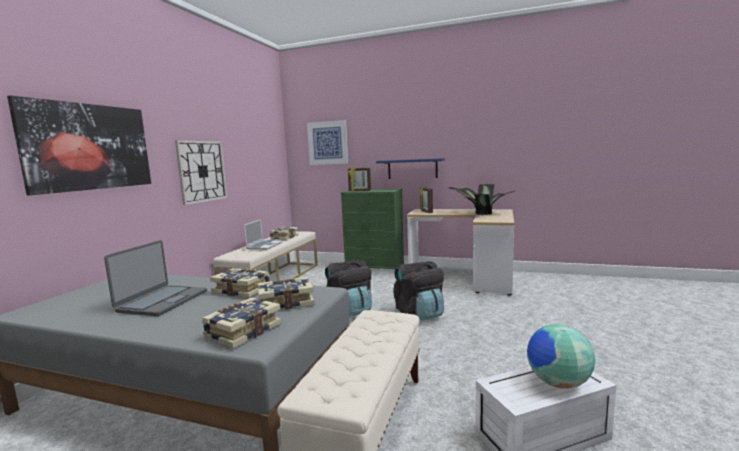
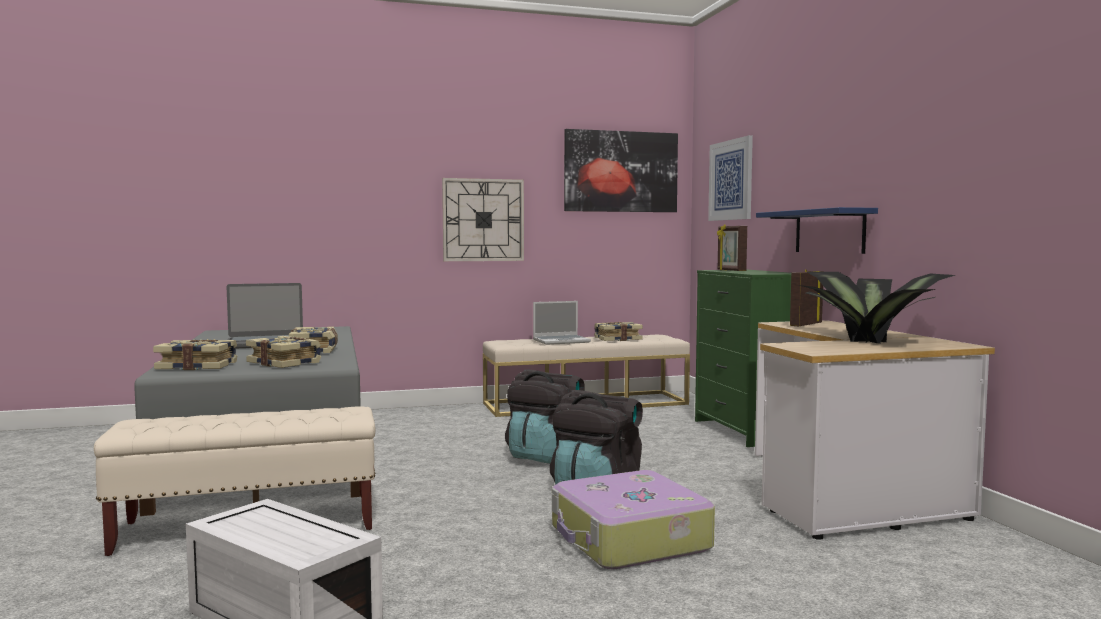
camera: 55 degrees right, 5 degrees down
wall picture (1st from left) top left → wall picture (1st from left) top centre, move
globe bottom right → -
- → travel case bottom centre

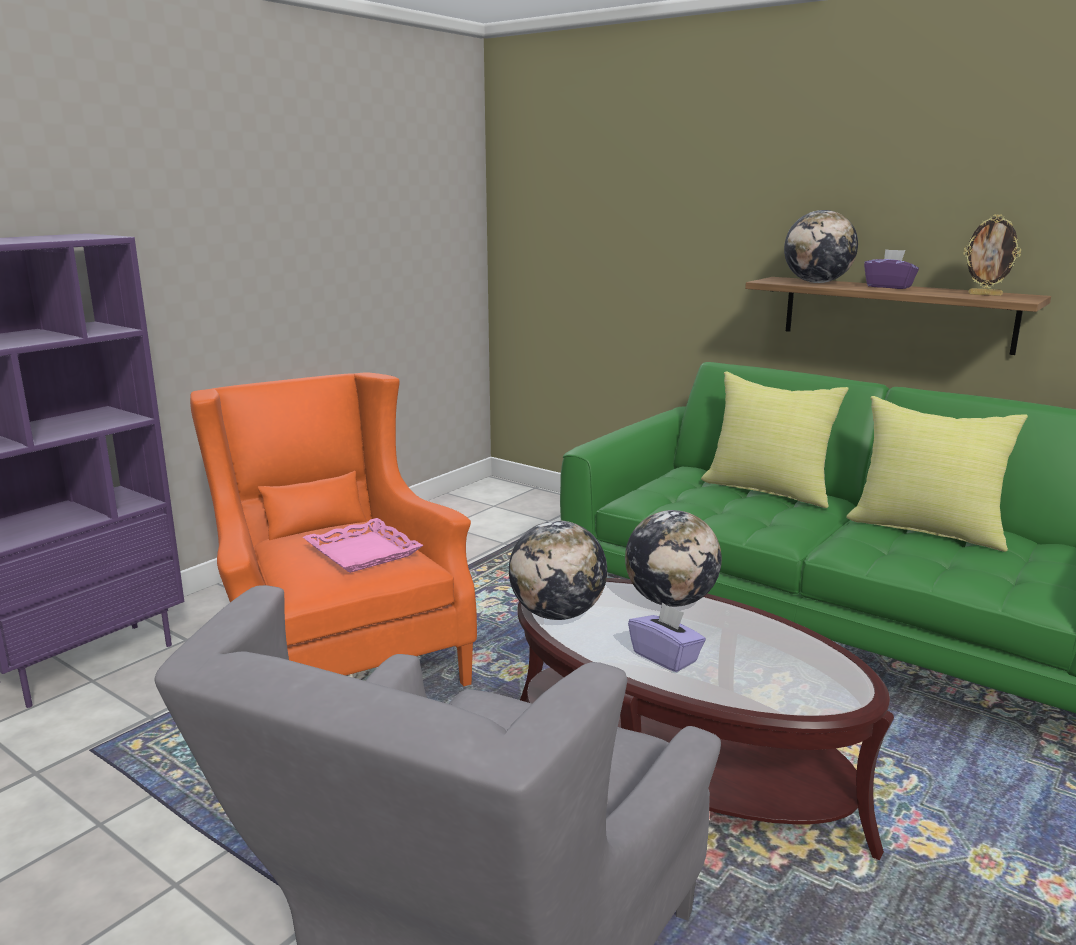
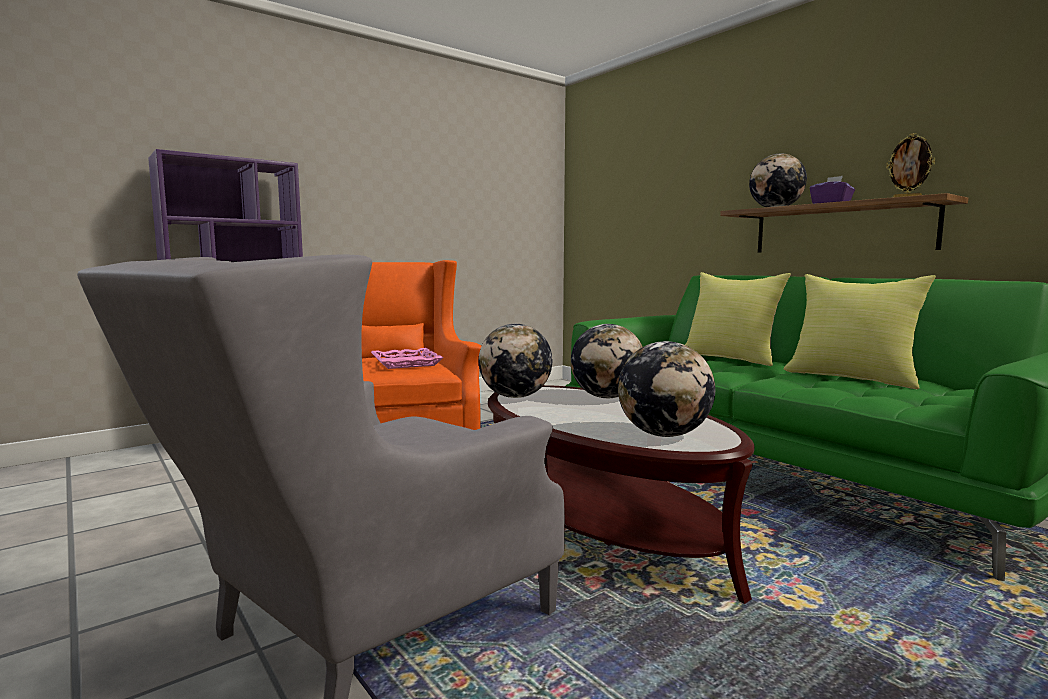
camera: 15 degrees right, 10 degrees down
tissue box (purple-coloured) (1st from left) bottom centre → -
- → globe (3rd from left) centre

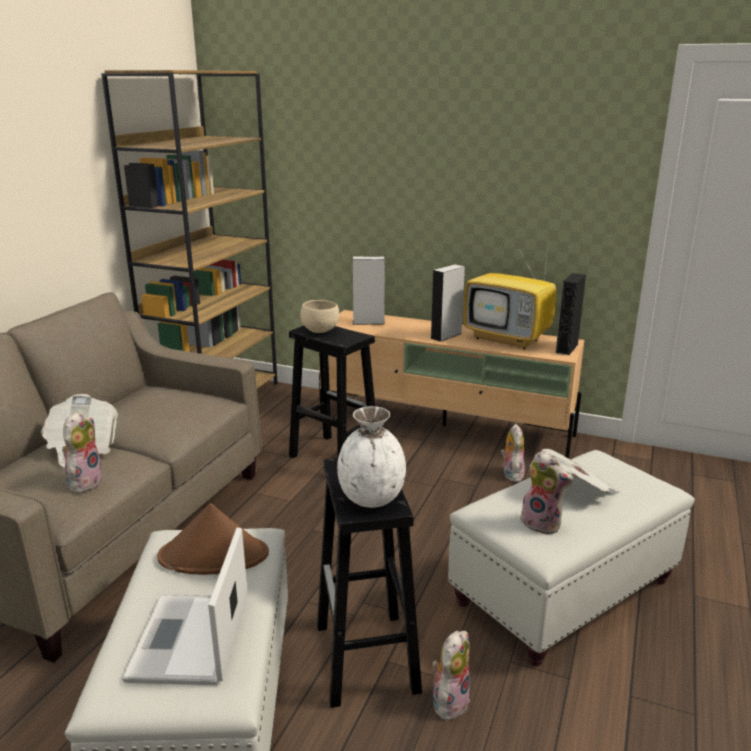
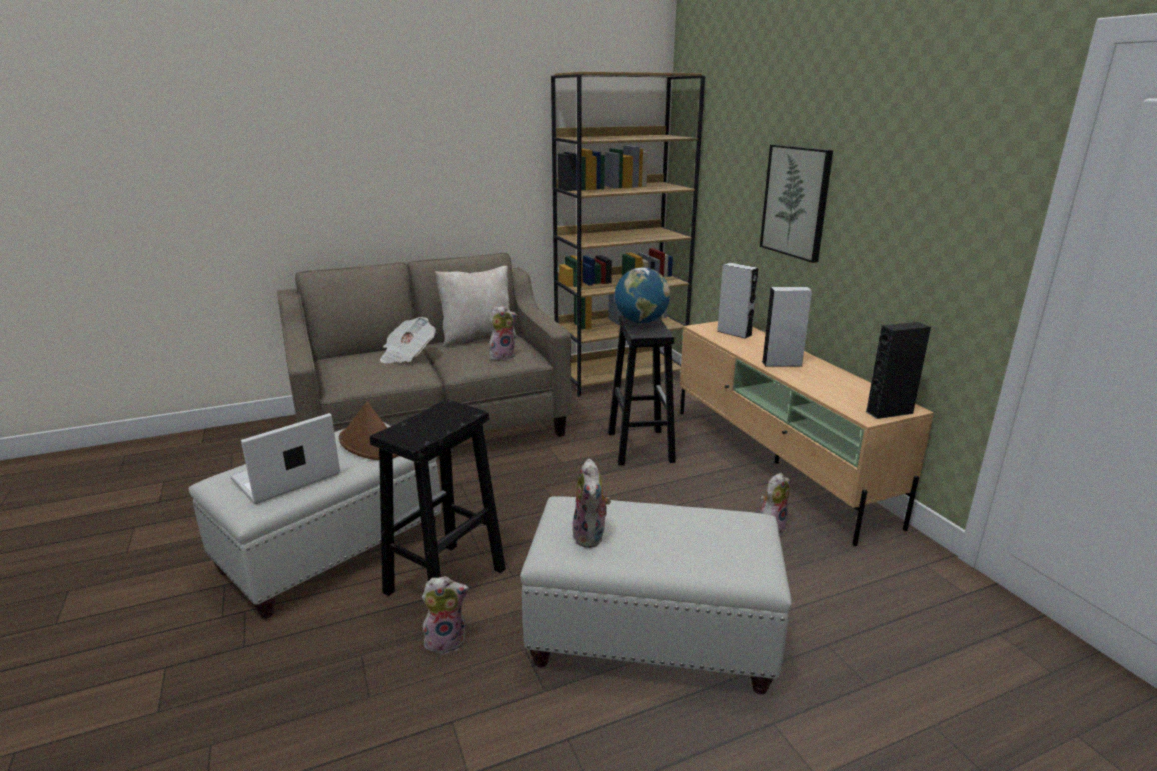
camera: 45 degrees right, 0 degrees up
television middle right → -
bowl (beige-coloured) centre → globe centre
vase (white) centre → -
soft toy (1st from left in the first image) middle left → soft toy (2nd from left) centre, move
printed paper (2nd from left) middle right → -
- → wall picture top right
- → throw pillow (beige-coloured) centre

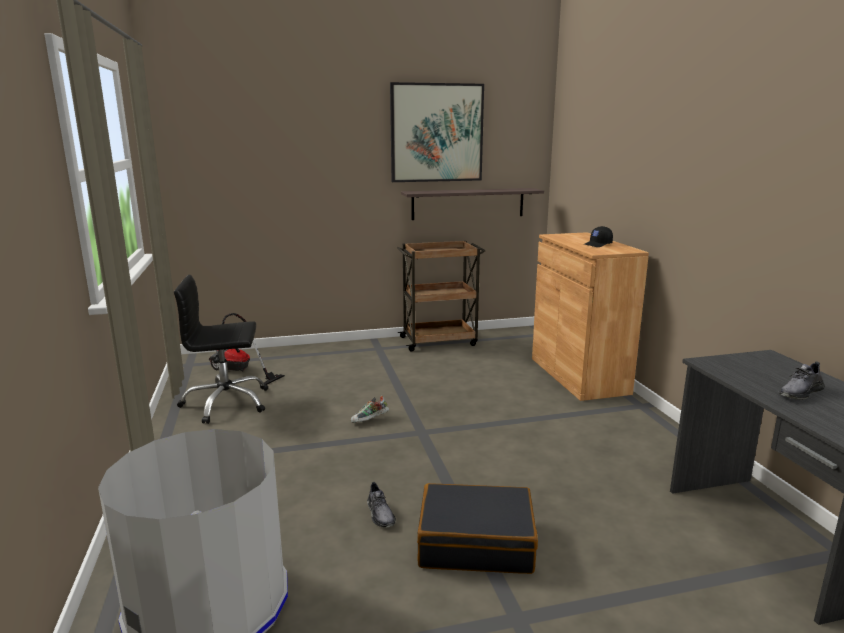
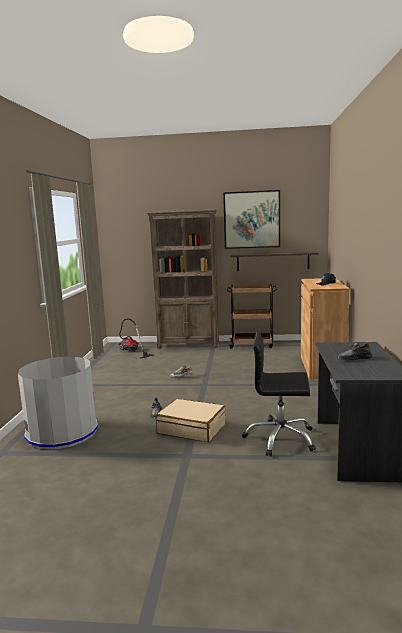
camera: 20 degrees right, 5 degrees down
office chair (black-coloured) middle left → office chair (black-coloured) middle right, move
travel case (black-coloured) bottom centre → travel case (beige-coloured) centre
- → shelving unit (brown) centre

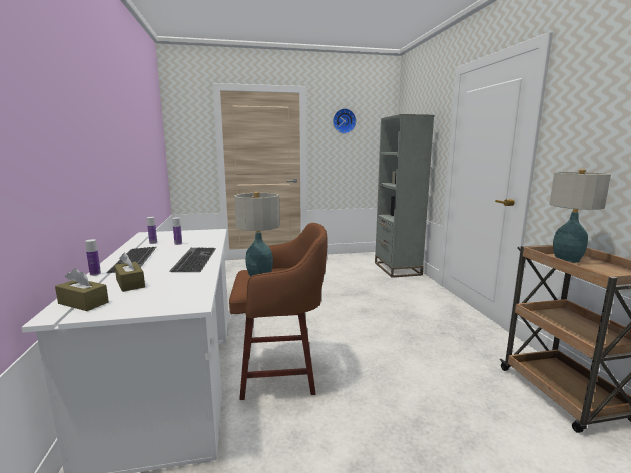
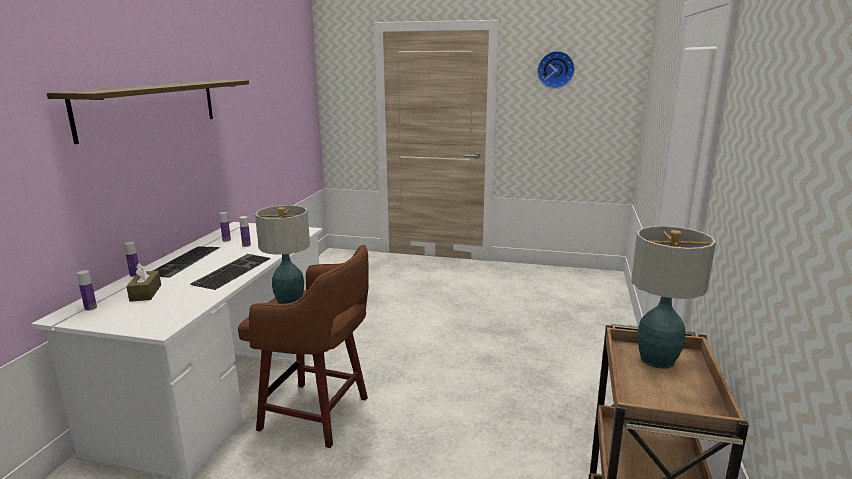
camera: 25 degrees right, 5 degrees up
shelving unit (gray) centre → -
tissue box (brown) (1st from left) middle left → bottle (1st from left) middle left
- → shelf top left

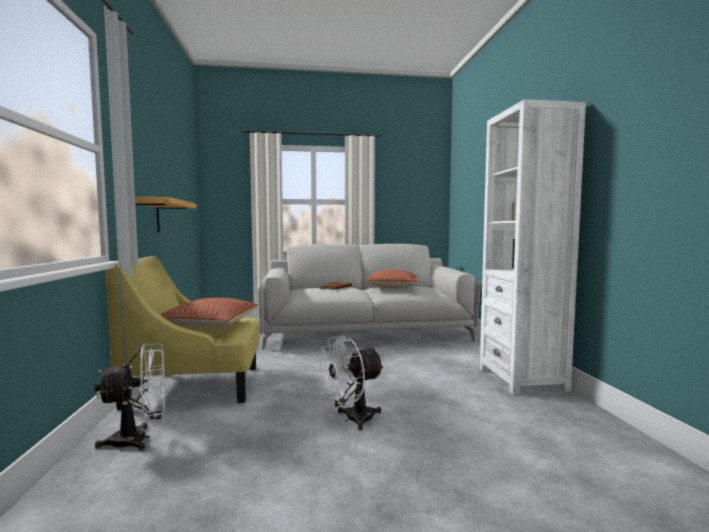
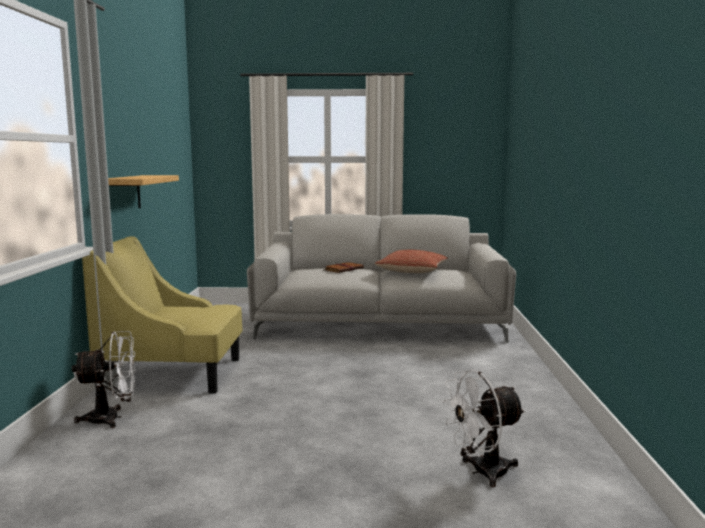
camera: 10 degrees right, 5 degrees up
shelving unit (white) middle right → -
throw pillow (1st from left) middle left → -
electric fan (white) (2nd from left) bottom centre → electric fan (white) (2nd from left) bottom right, move

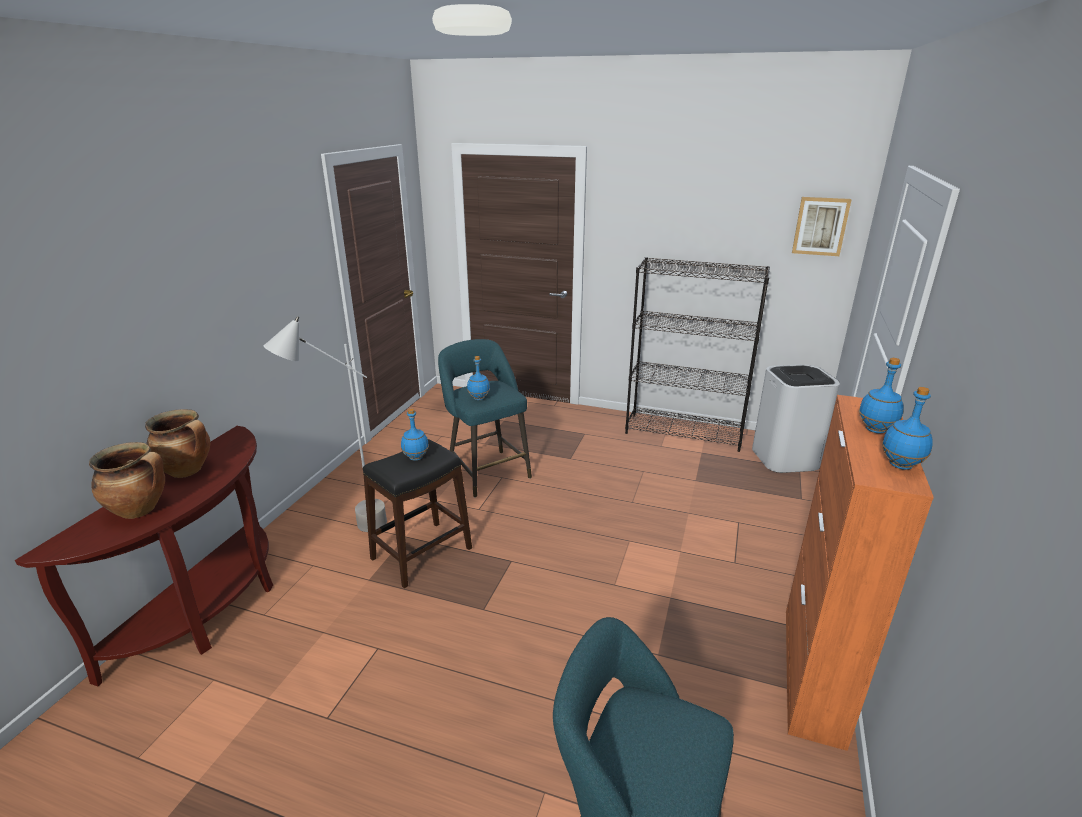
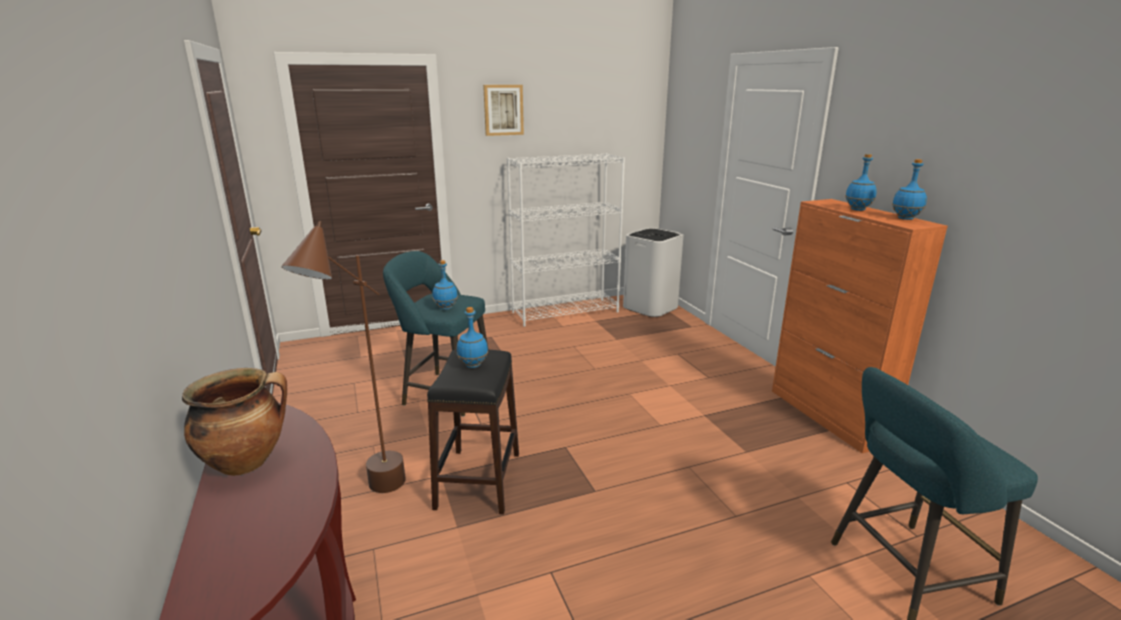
camera: 40 degrees left, 5 degrees down
wall picture top right → wall picture top centre, move
shelving unit (black-coloured) centre → shelving unit (white) centre
standard lamp (gray) middle left → standard lamp (brown) middle left
cooking pot (1st from left) middle left → -

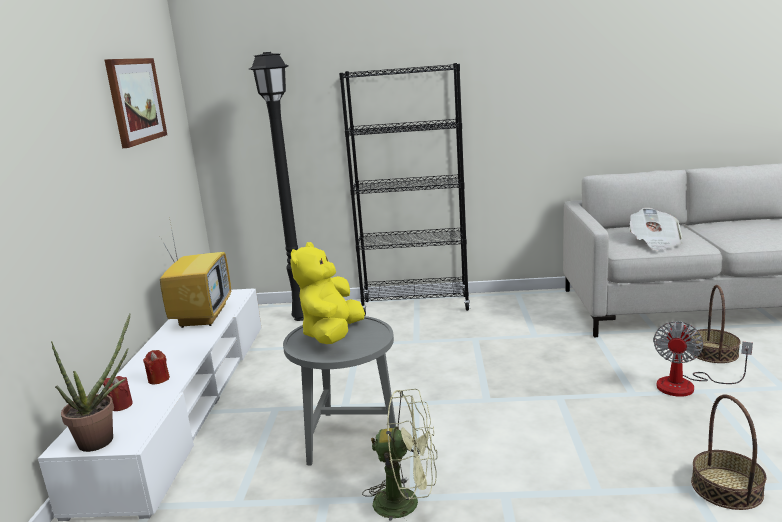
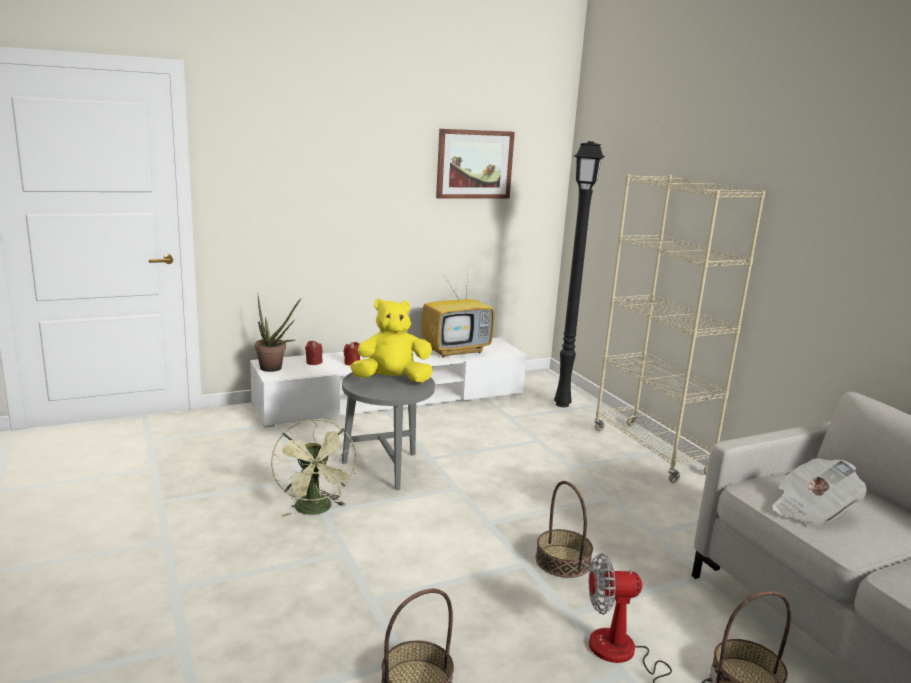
camera: 60 degrees right, 0 degrees up
shelving unit (black-coloured) centre → shelving unit (beige-coloured) middle right
- → basket (2nd from left) bottom centre

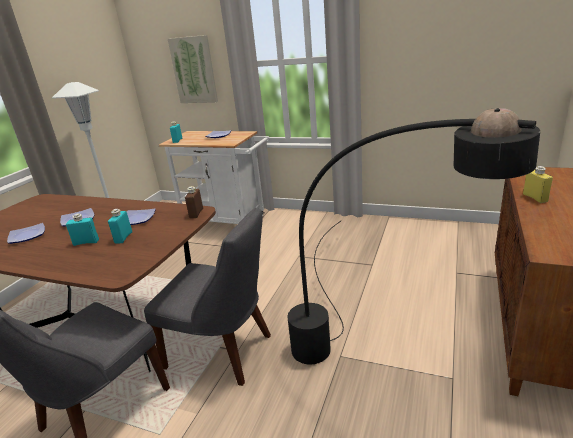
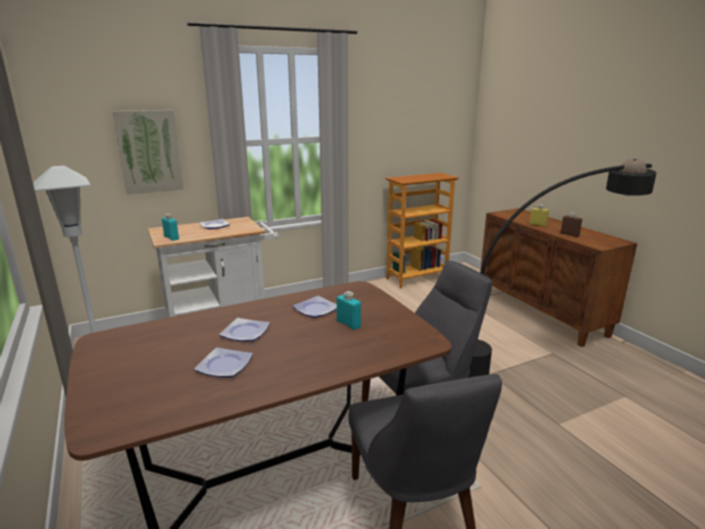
camera: 50 degrees left, 5 degrees down
bottle (brown) centre → bottle (brown) middle right, move
bottle (blue-green) (1st from left) middle left → -
- → shelving unit centre

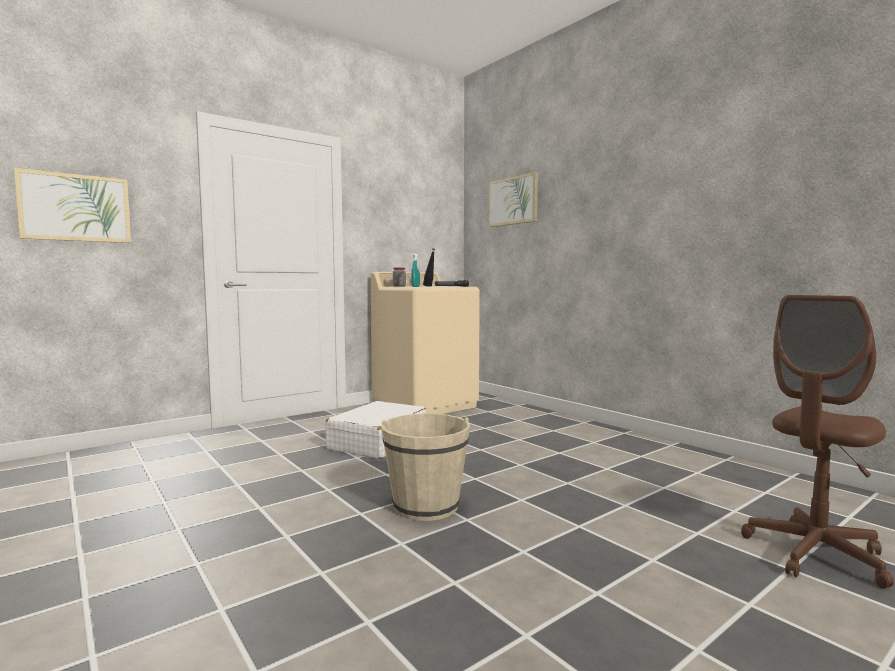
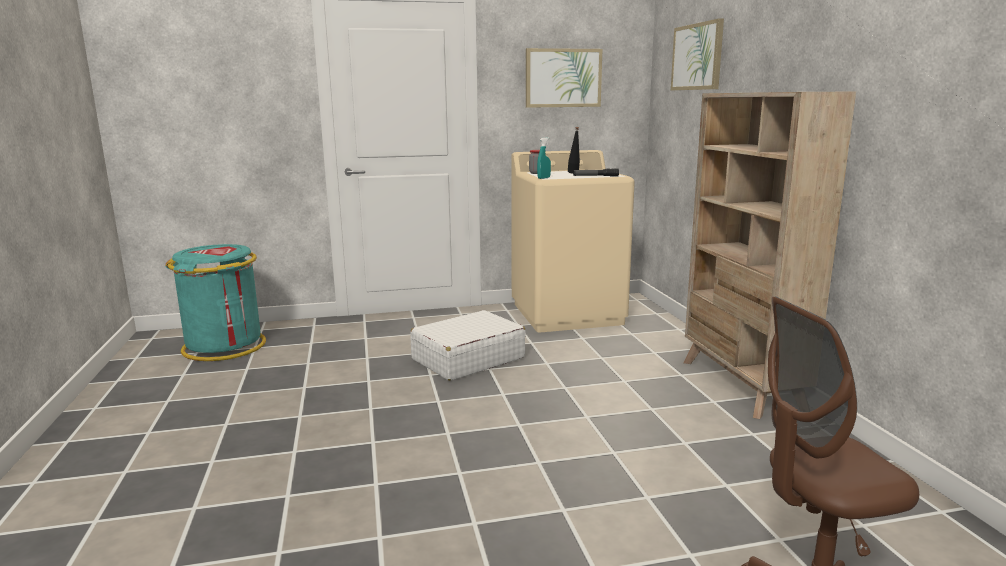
camera: 25 degrees right, 10 degrees up
wall picture (1st from left) top left → wall picture (1st from left) top centre, move
water bucket (beige-coloured) bottom centre → -
- → shelving unit (beige-coloured) middle right
- → rubbish bin (blue-green) middle left

